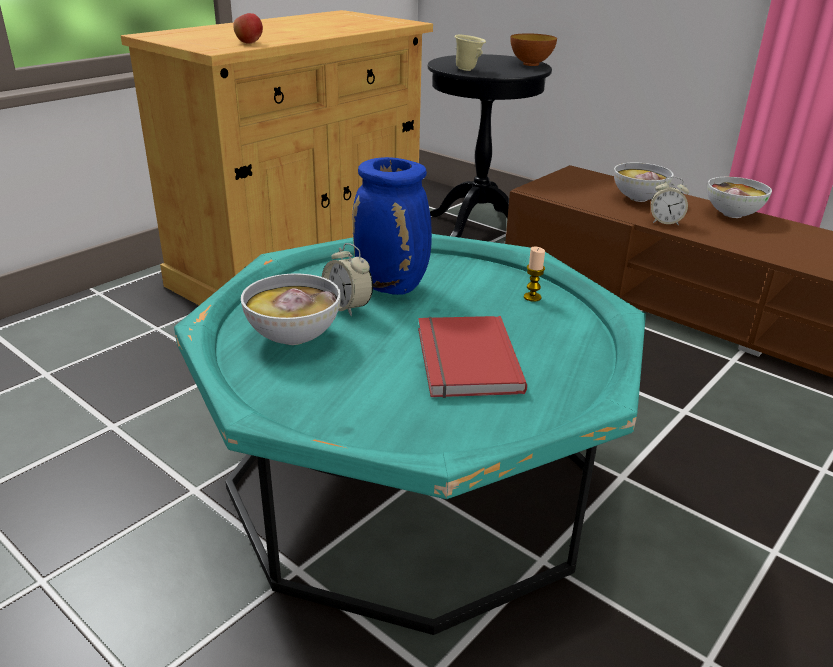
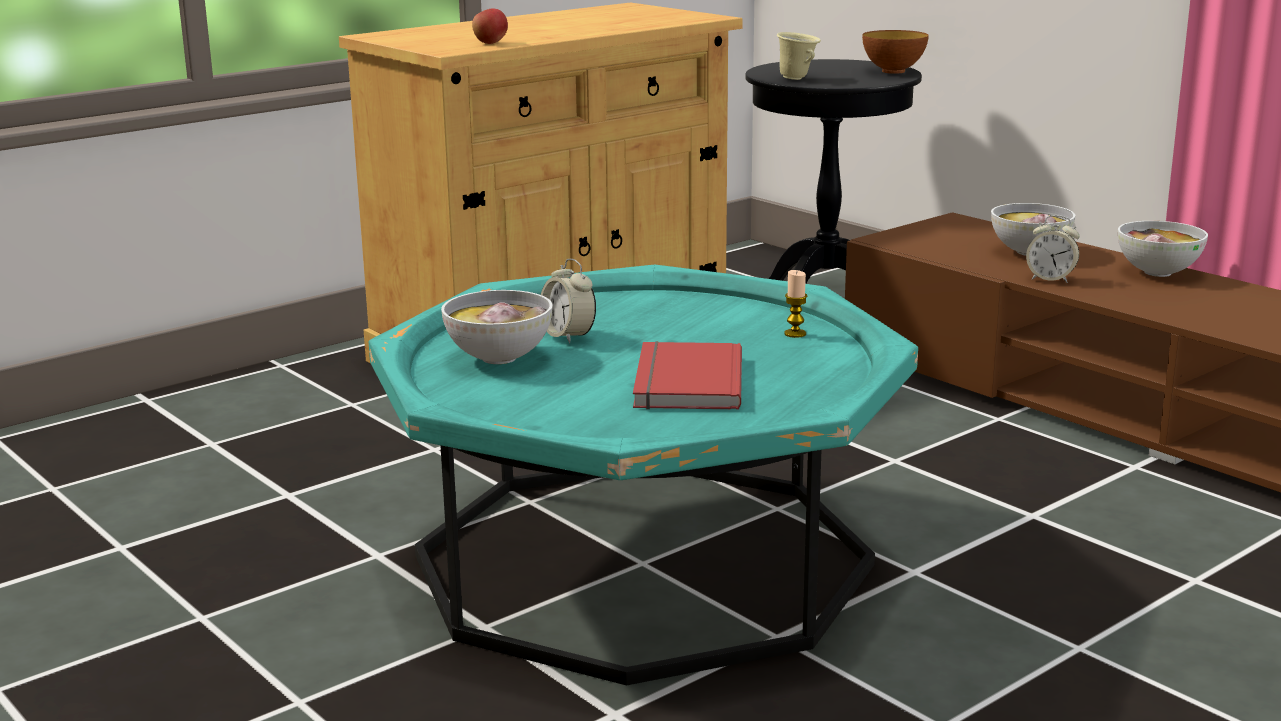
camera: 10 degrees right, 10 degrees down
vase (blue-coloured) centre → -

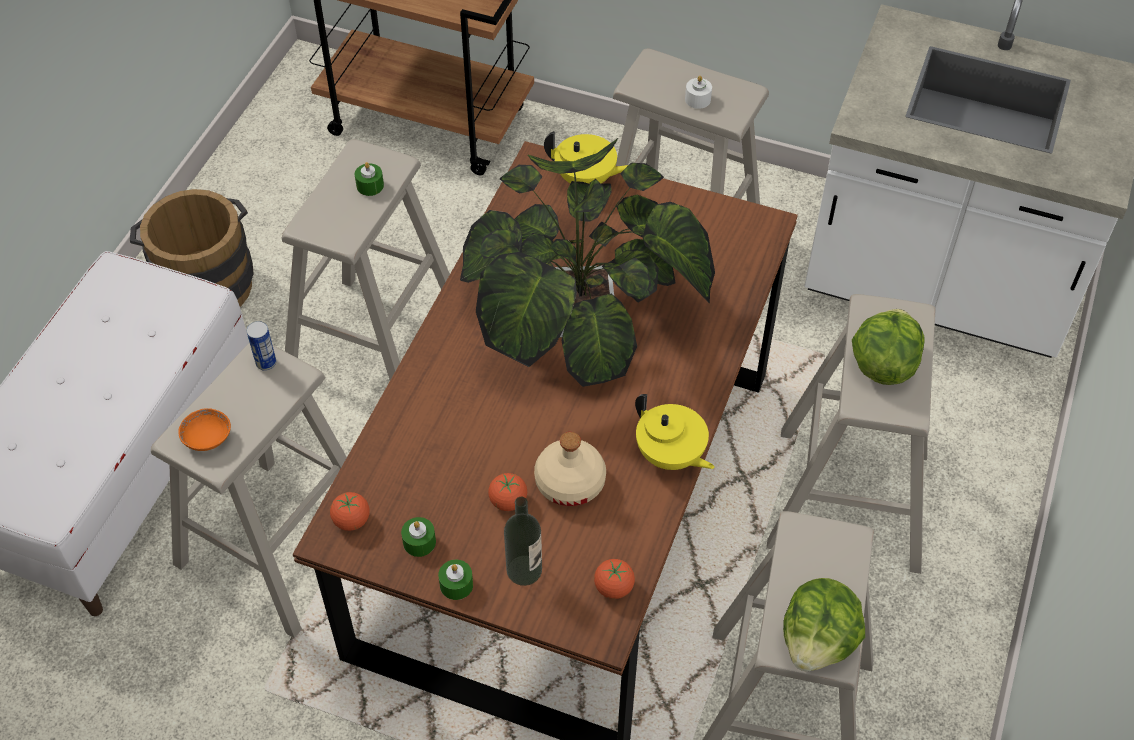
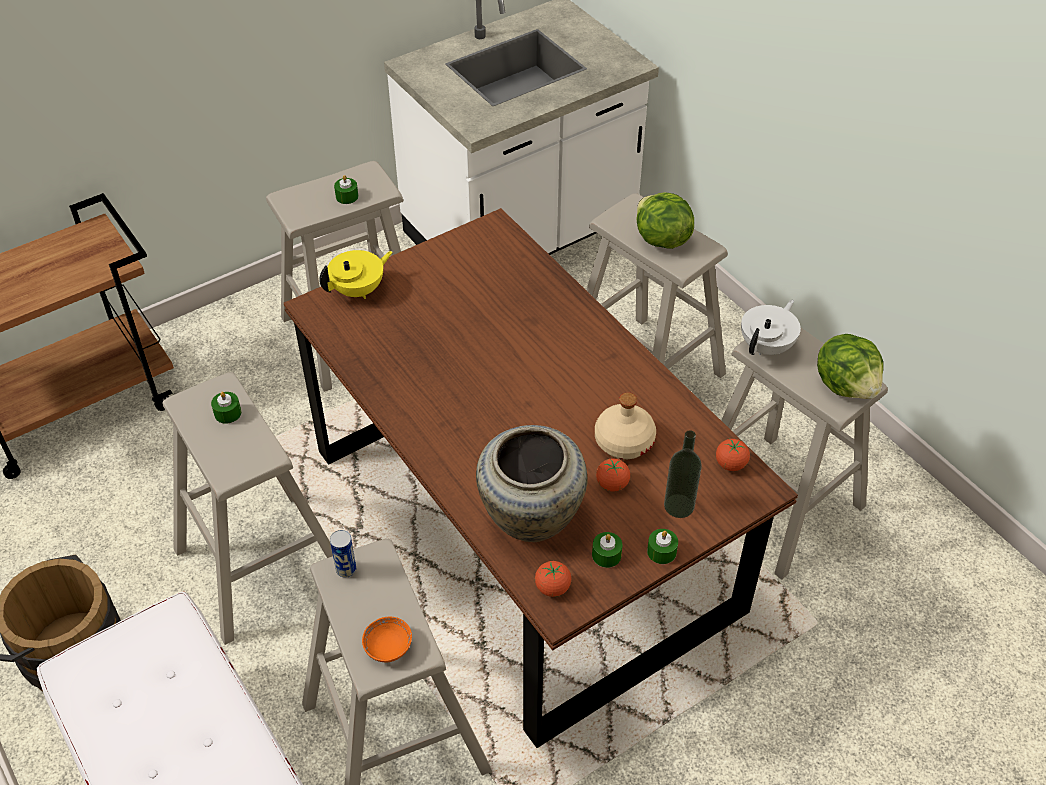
camera: 55 degrees left, 5 degrees down
wax candle (white) top centre → wax candle (green-coloured) (2nd from left) top left
houseplant centre → -
teapot (yellow-coloured) (2nd from left) centre → -
- → teapot (white) middle right
- → vase (beige-coloured) centre

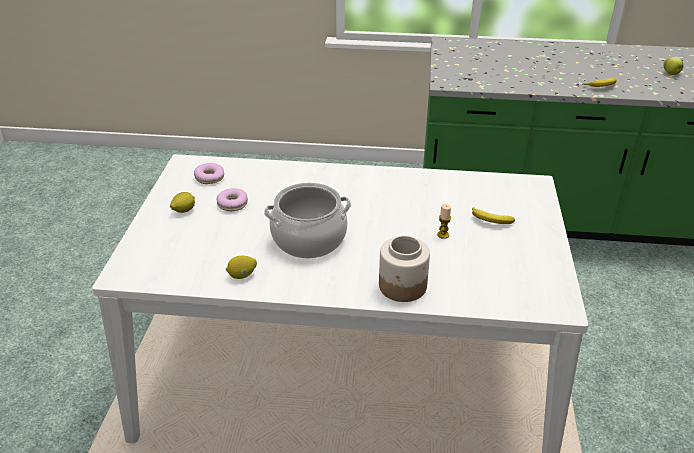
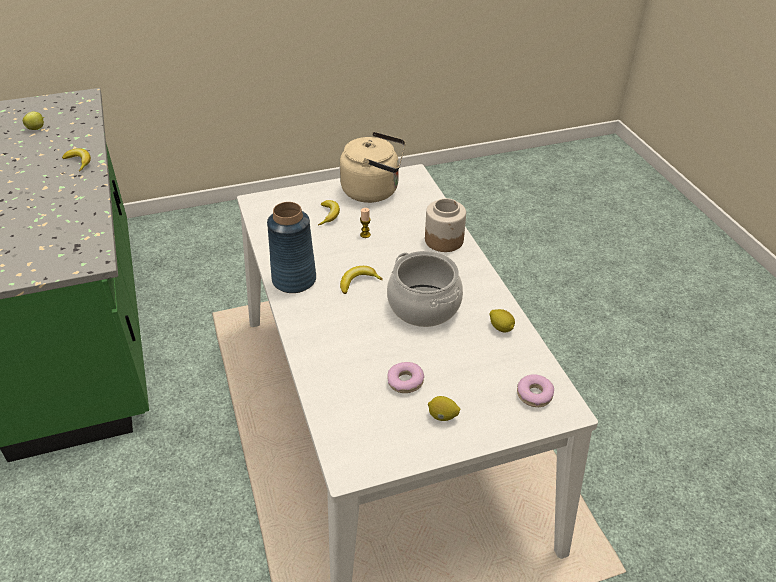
camera: 115 degrees left, 5 degrees up
ring doughnut (1st from left in the first image) middle left → ring doughnut (2nd from left) bottom right, move
- → water kettle (beige-coloured) top centre
- → vase (blue-coloured) centre
- → banana (3rd from left) centre

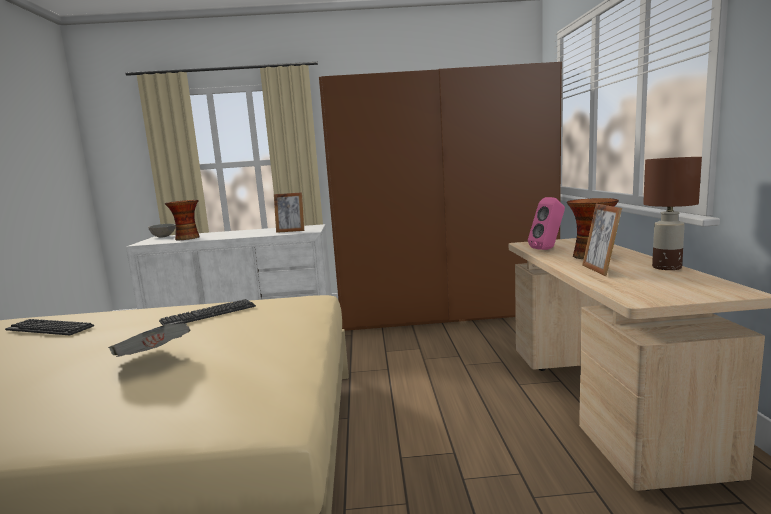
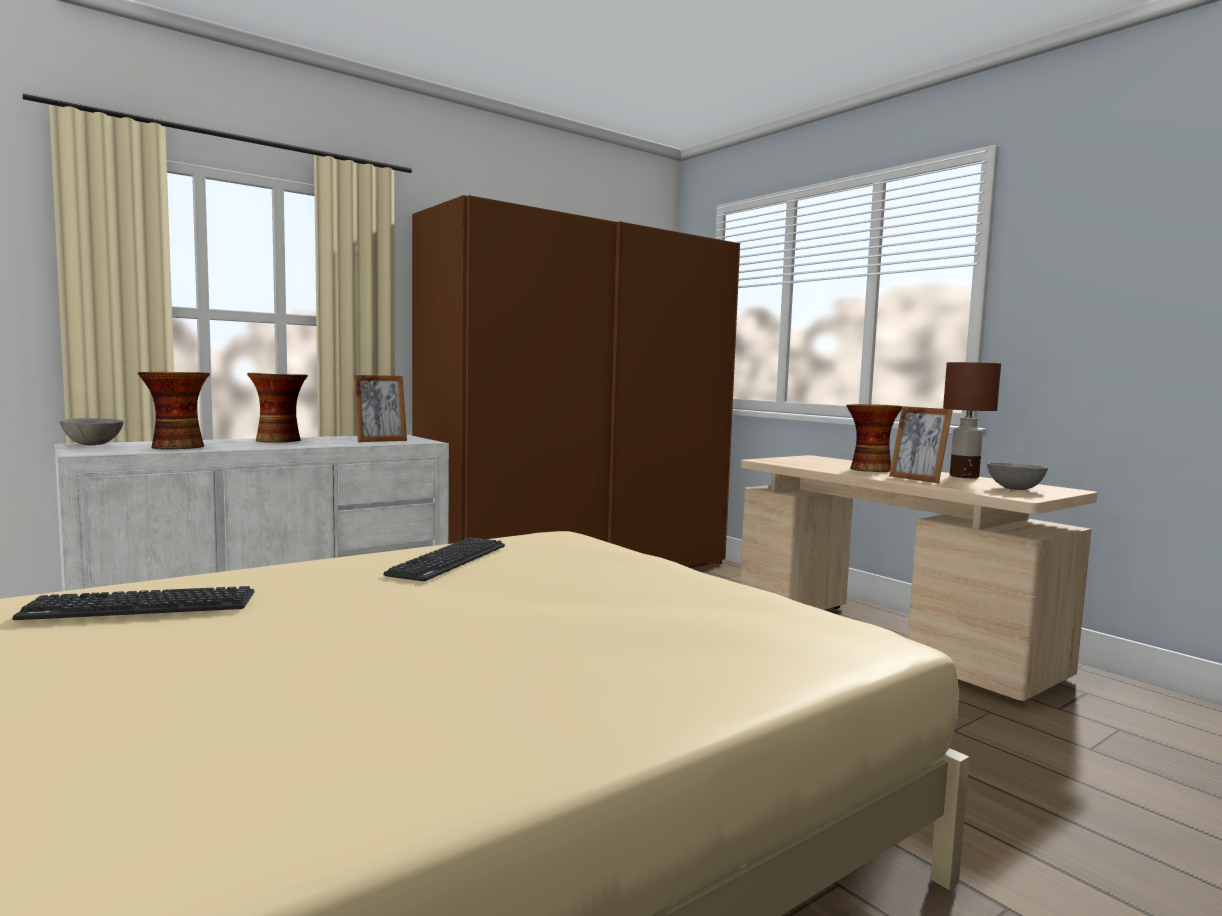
camera: 35 degrees left, 5 degrees down
speaker (pink) middle right → -
printed paper middle left → -
- → vase (2nd from left) middle left
- → bowl (gray) (2nd from left) middle right

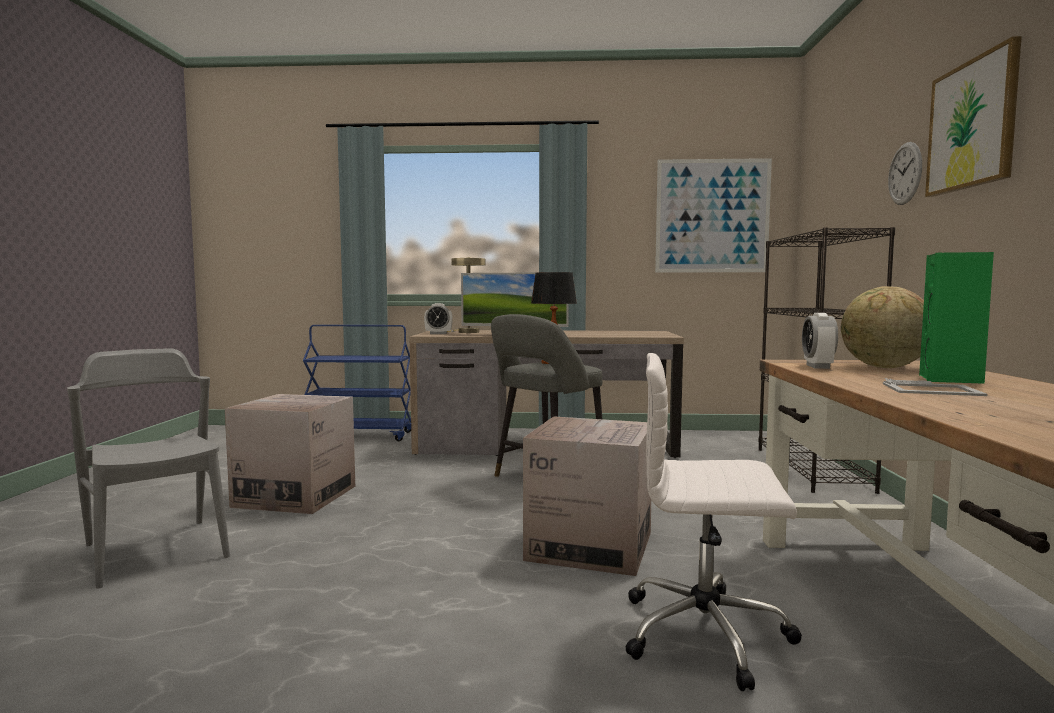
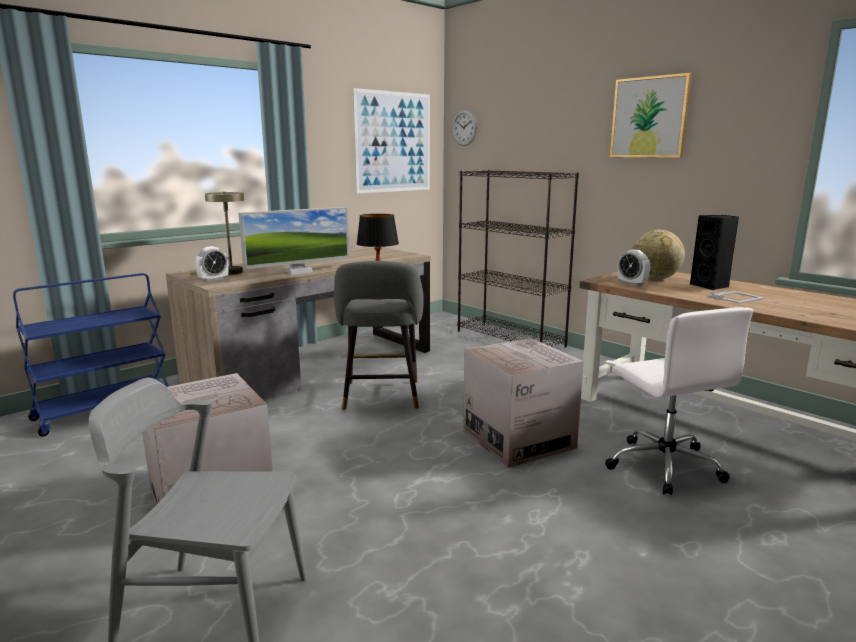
camera: 45 degrees left, 10 degrees up
hanging clock top right → hanging clock top centre, move
speaker (green-coloured) middle right → speaker (black-coloured) middle right
office chair (white) bottom right → office chair (white) middle right, 75 degrees counterclockwise

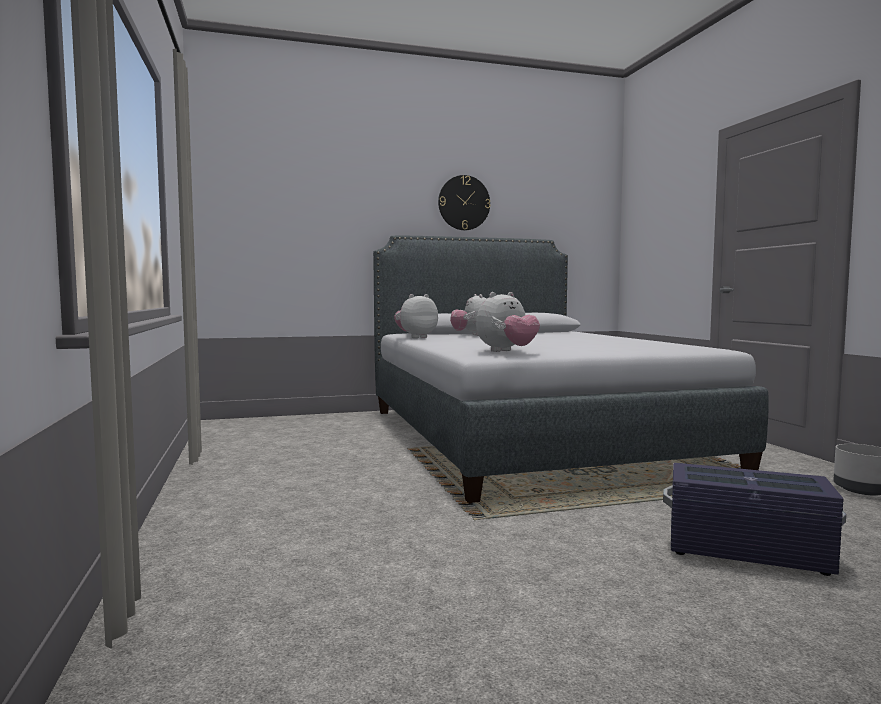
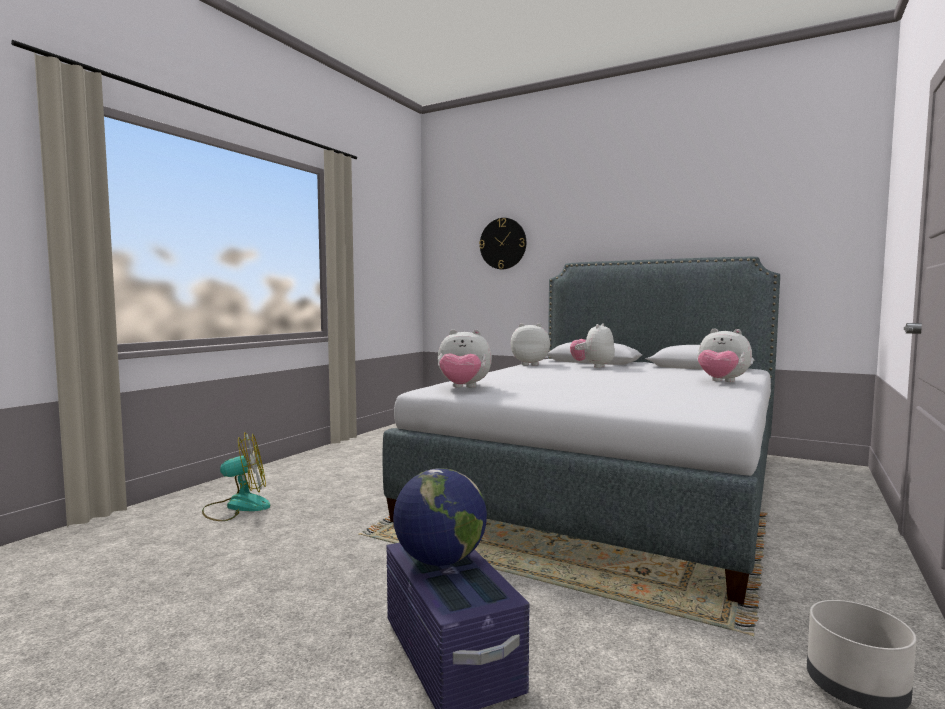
camera: 45 degrees right, 0 degrees up
hanging clock top centre → hanging clock centre, move
- → soft toy (4th from left) middle right
- → electric fan bottom left
- → globe bottom centre

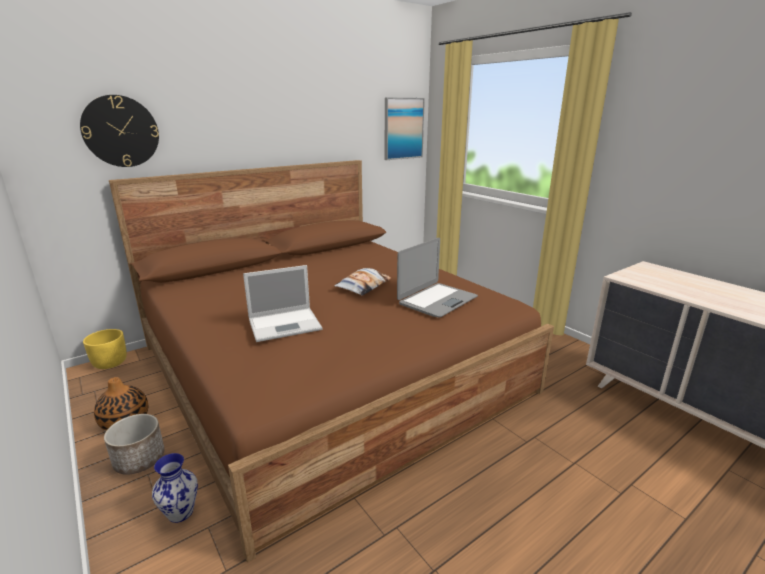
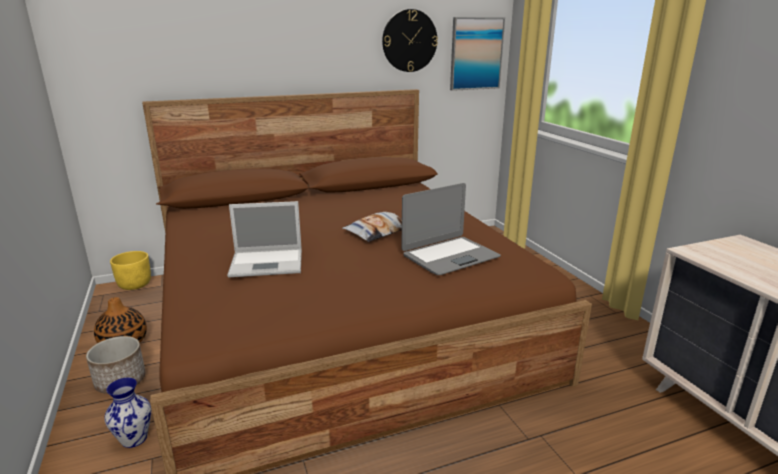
camera: 15 degrees right, 0 degrees up
hanging clock top left → hanging clock top centre, move

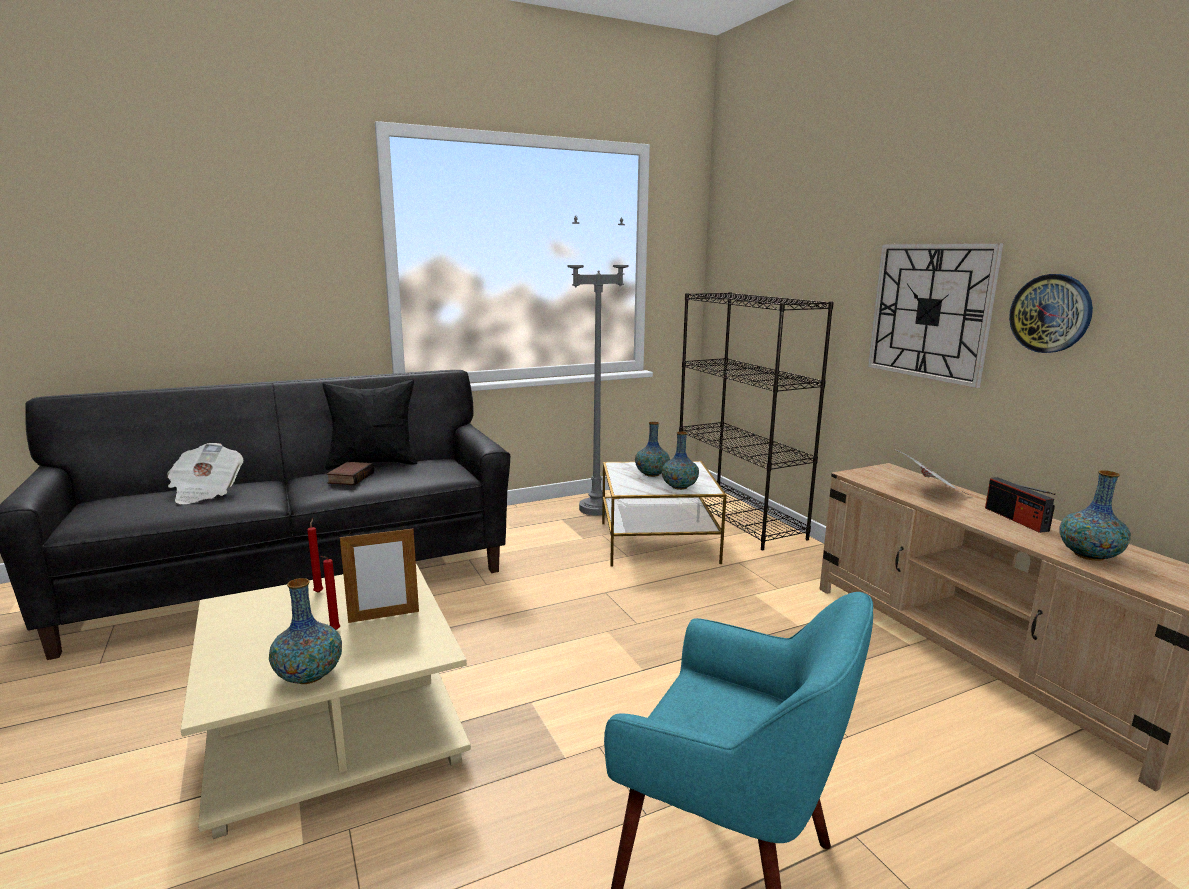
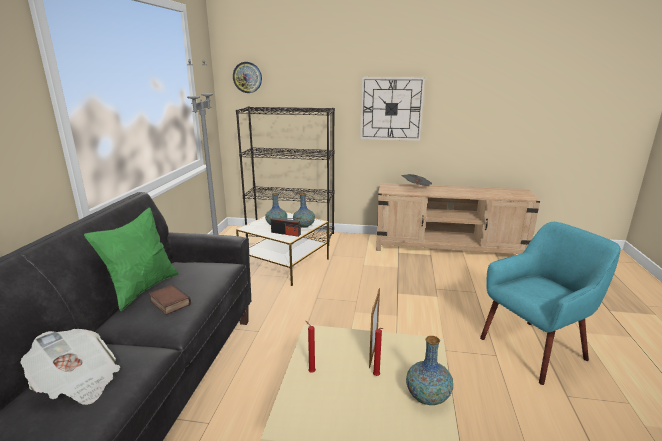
camera: 55 degrees left, 5 degrees up
hanging clock (2nd from left in the first image) middle right → hanging clock (1st from left) top centre, move
throw pillow (black-coloured) middle left → throw pillow (green-coloured) middle left
vase (4th from left) middle right → -
radio set middle right → radio set centre, move

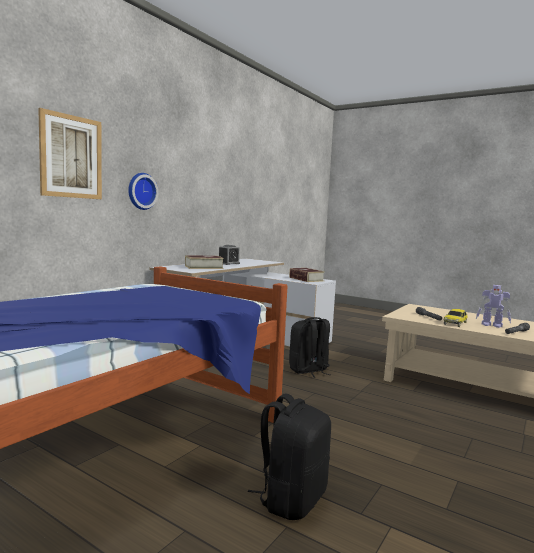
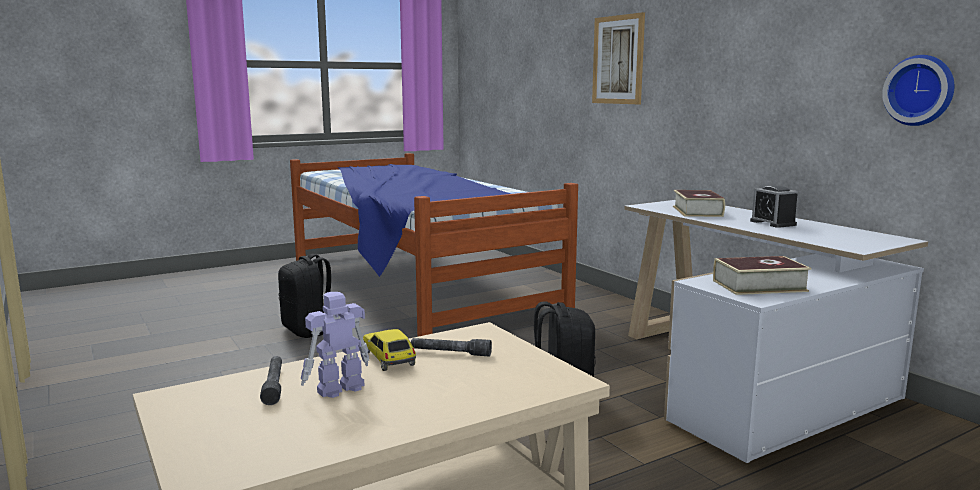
camera: 115 degrees right, 5 degrees up
hanging clock middle left → hanging clock top right, move

